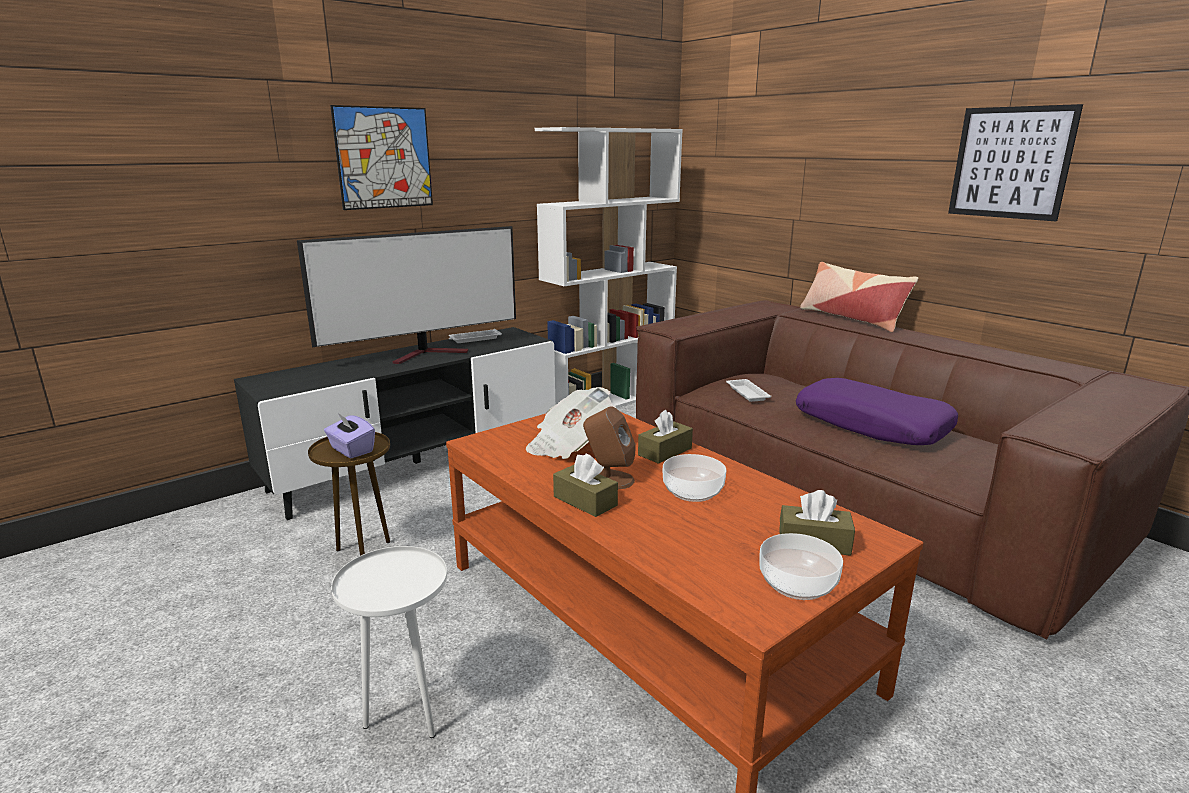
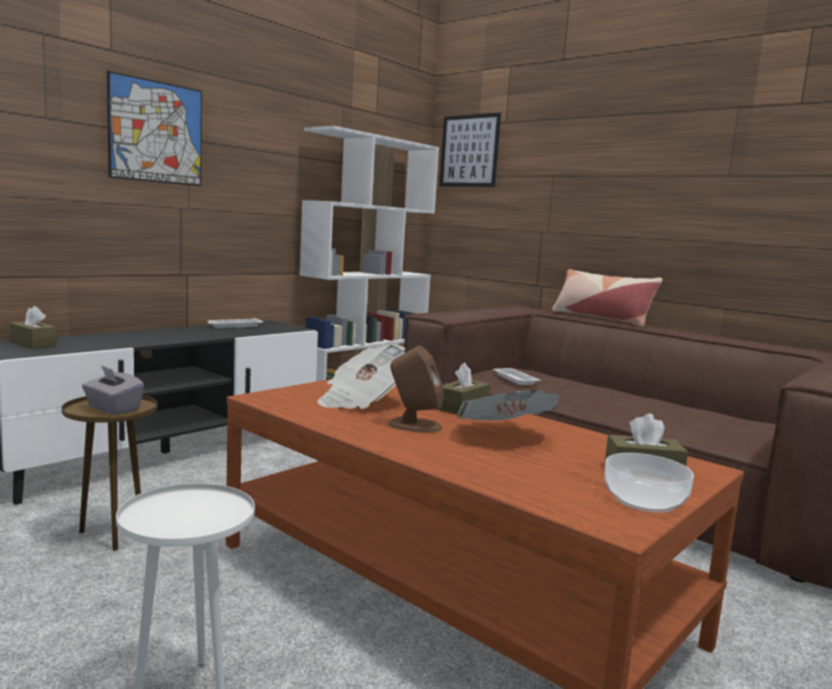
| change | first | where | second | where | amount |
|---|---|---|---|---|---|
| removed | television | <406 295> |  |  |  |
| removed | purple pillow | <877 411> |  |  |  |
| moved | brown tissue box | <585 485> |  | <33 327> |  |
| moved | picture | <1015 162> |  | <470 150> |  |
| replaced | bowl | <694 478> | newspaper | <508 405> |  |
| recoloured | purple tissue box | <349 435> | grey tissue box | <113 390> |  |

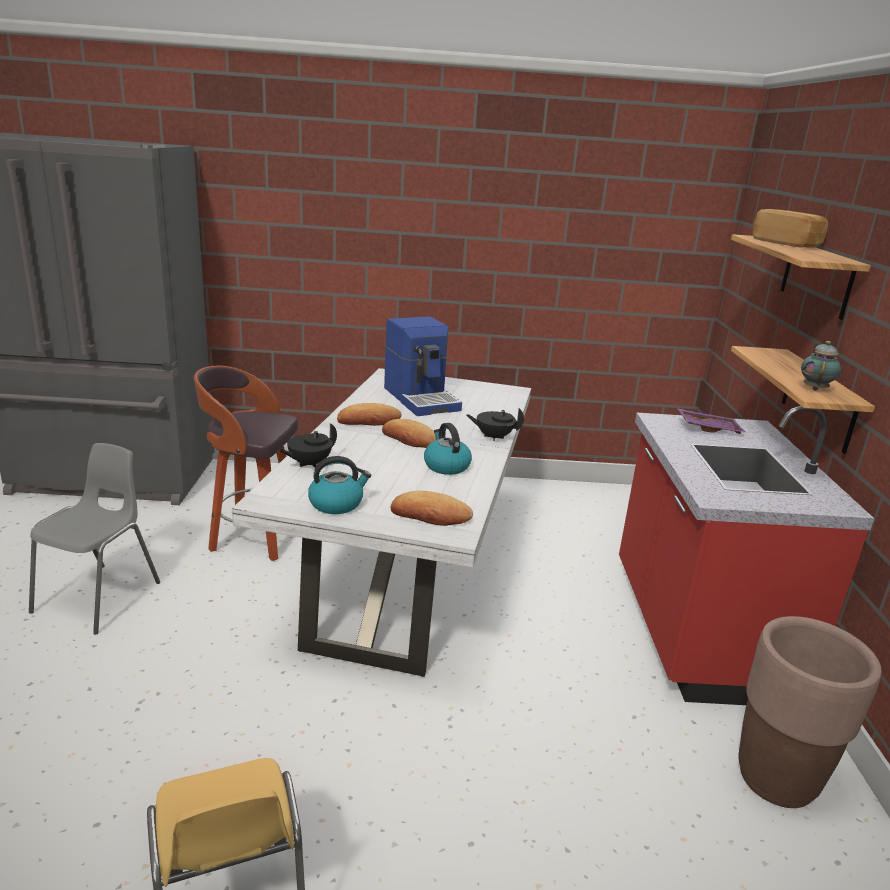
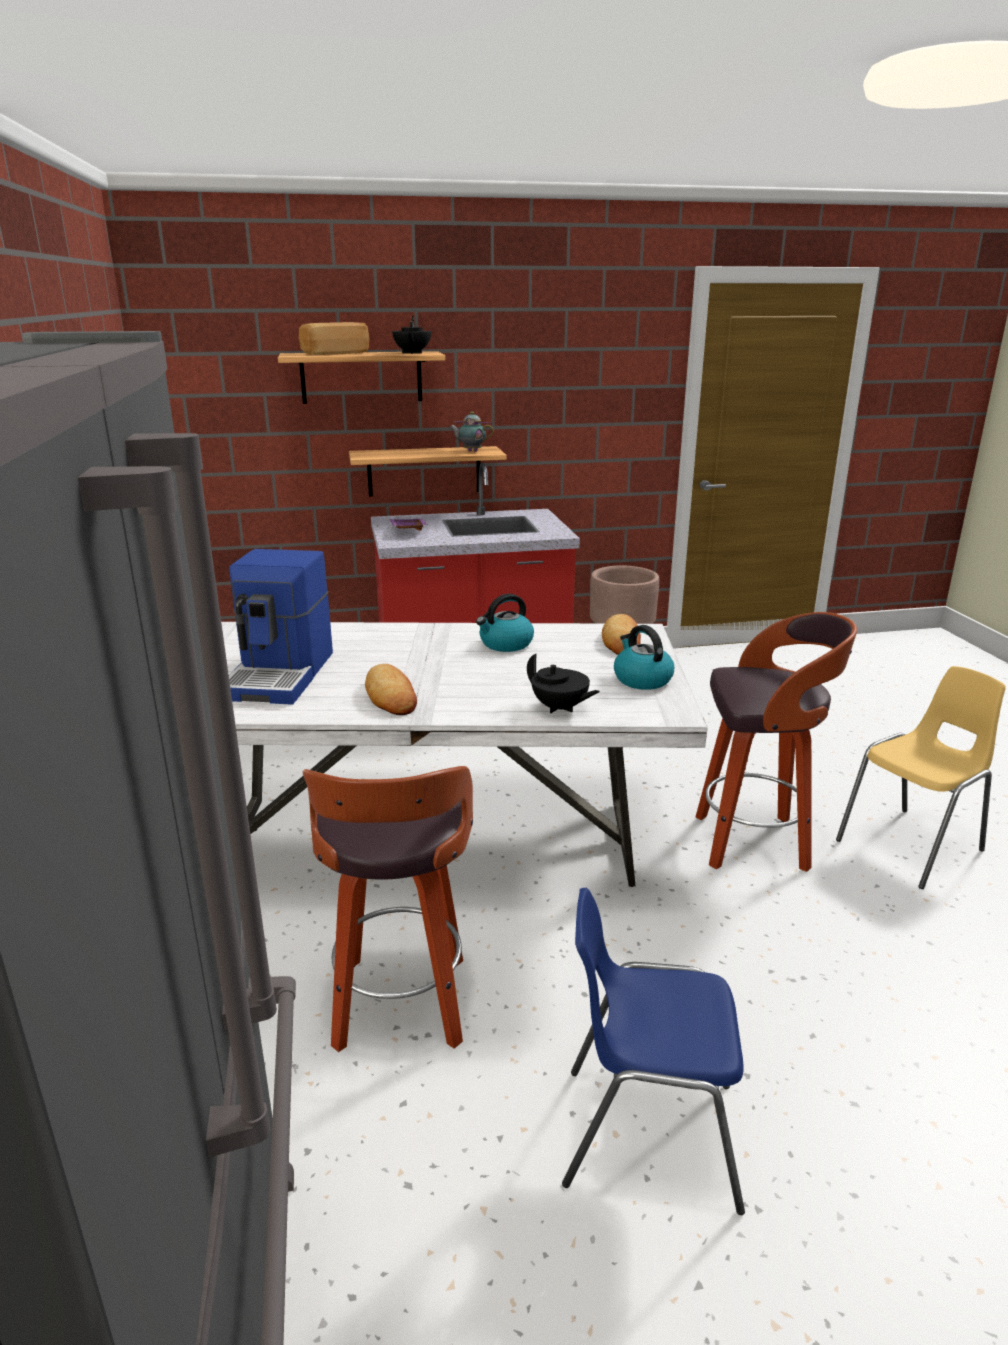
| change | first | where | second | where | amount |
|---|---|---|---|---|---|
| removed | bread | <409 433> |  |  |  |
| added |  |  | stool | <776 742> |  |
| moved | black teapot | <495 424> |  | <411 335> |  |
| recoloured | grey chair | <94 539> | blue chair | <653 1051> |  |
| turned | coffee machine | <423 366> |  | <281 627> | 135 degrees clockwise |

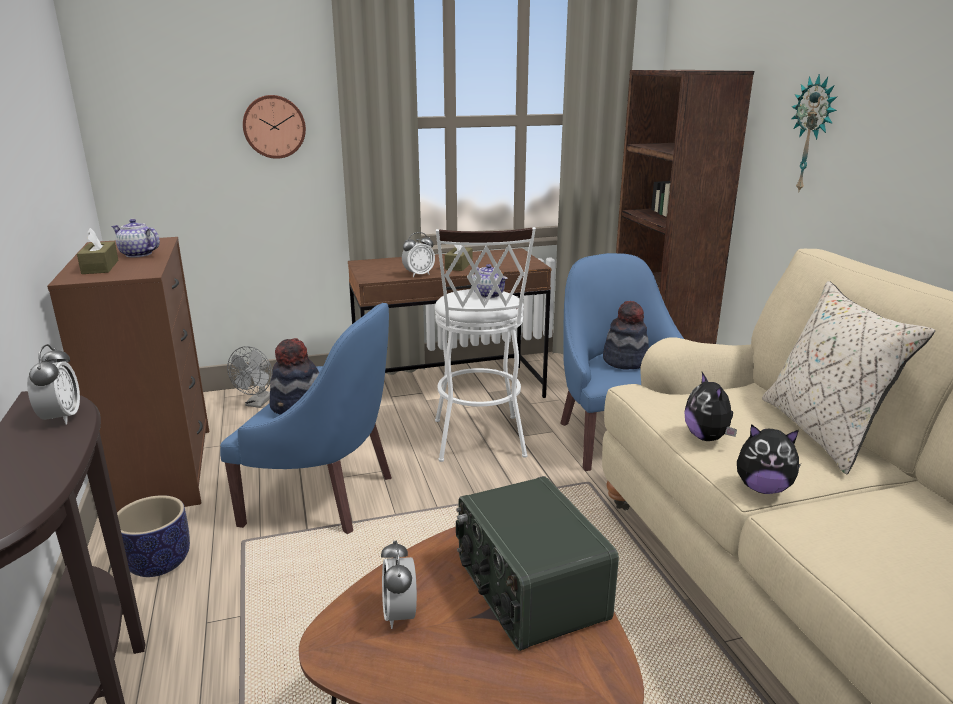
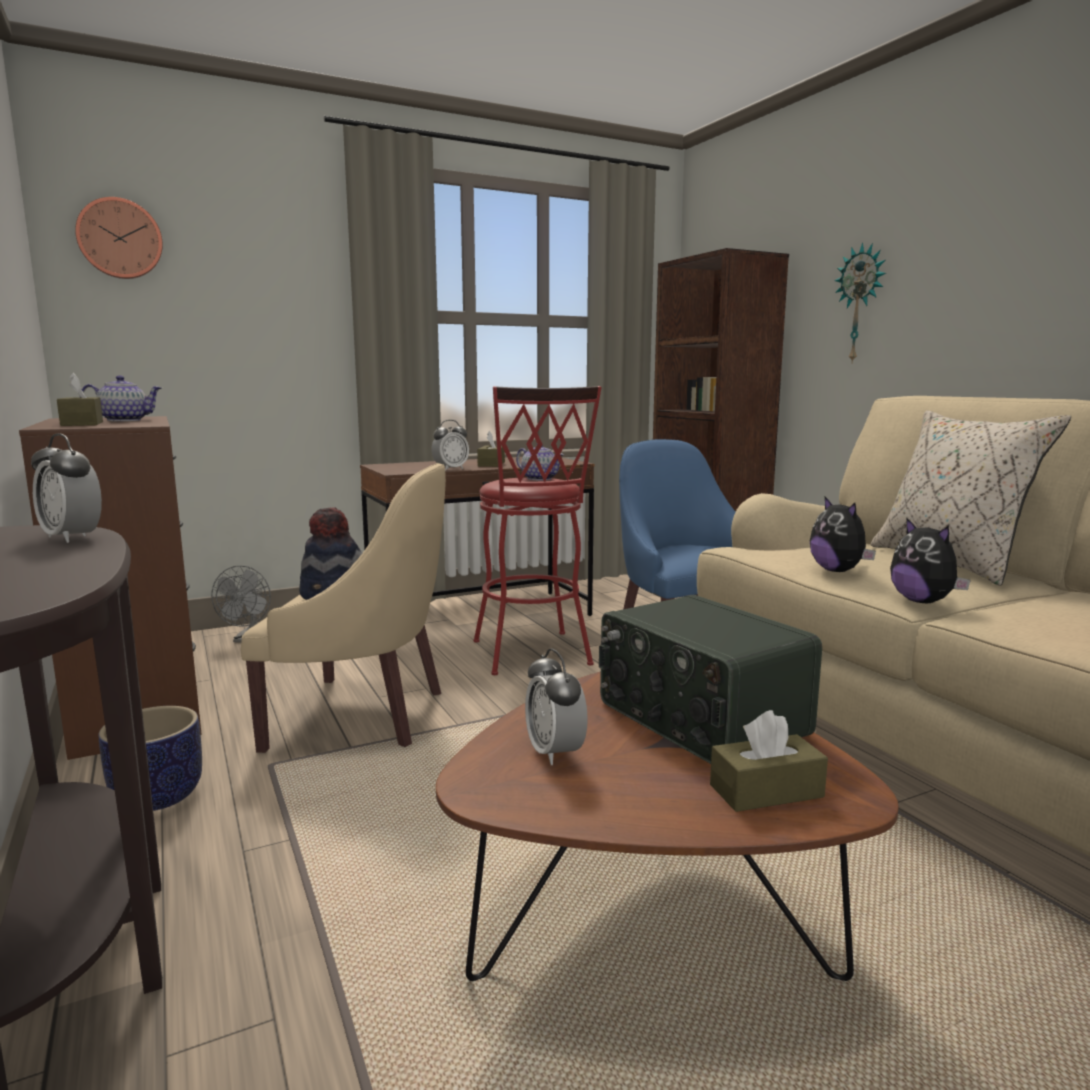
| change | first | where | second | where | amount |
|---|---|---|---|---|---|
| removed | hat | <626 335> |  |  |  |
| added |  |  | brown tissue box | <769 761> |  |
| moved | wall clock | <274 127> |  | <119 238> |  |
| recoloured | blue armchair | <306 418> | beige armchair | <343 608> |  |
| recoloured | white stool | <485 344> | red stool | <537 530> |  |
| turned | alarm clock | <53 384> |  | <66 488> | 150 degrees clockwise |
| turned | teapot | <135 238> |  | <120 398> | 150 degrees clockwise |
| turned | plush toy | <769 459> |  | <930 560> | 60 degrees clockwise |

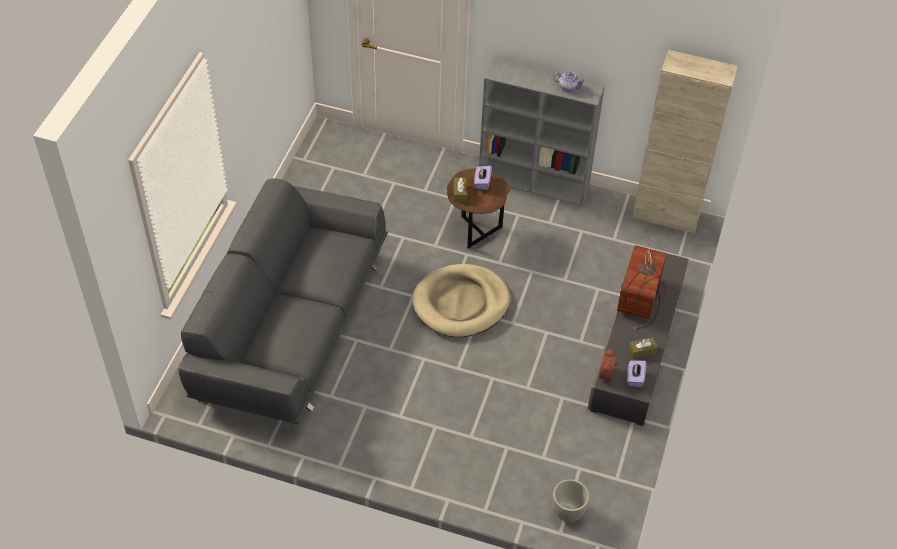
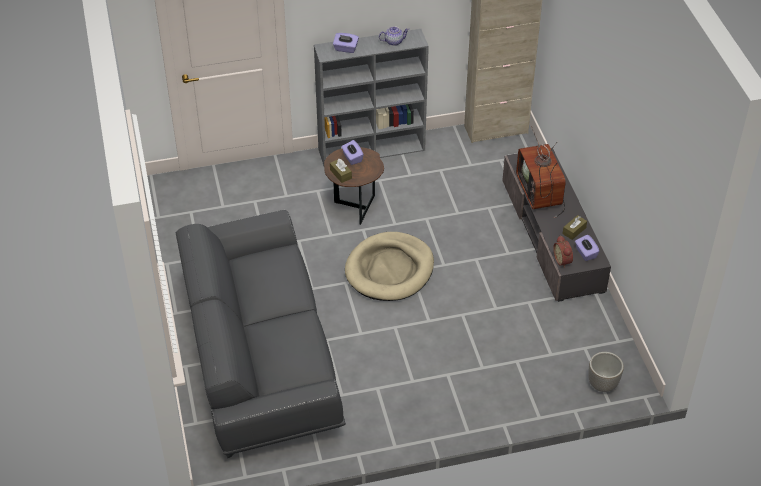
| change | first | where | second | where | amount |
|---|---|---|---|---|---|
| added |  |  | purple tissue box | <346 43> |  |

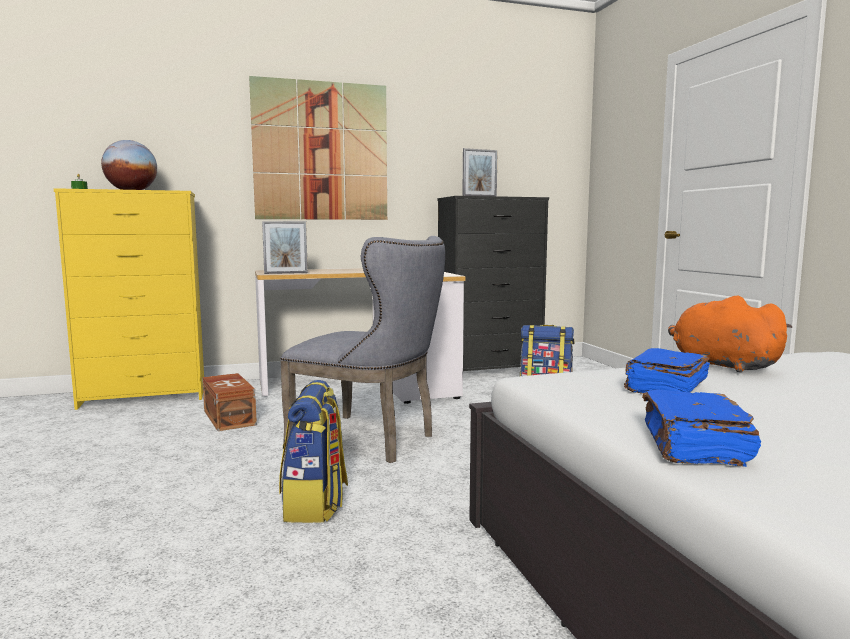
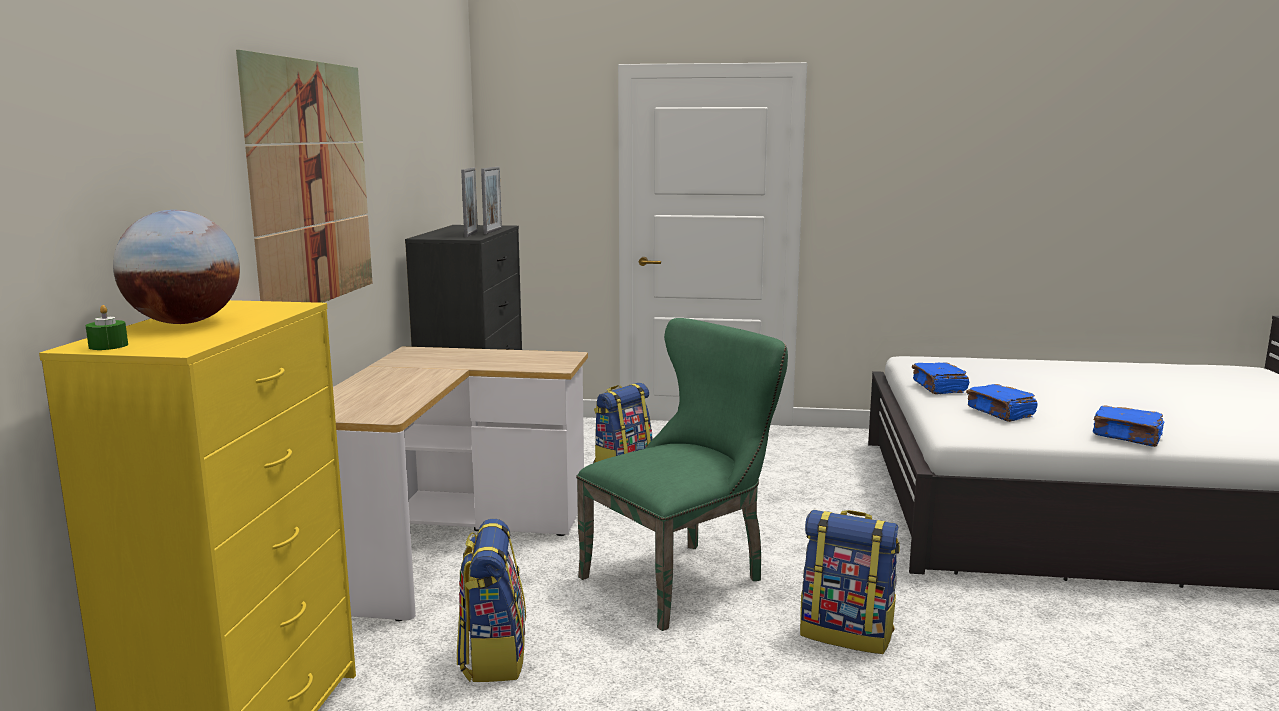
| change | first | where | second | where | amount |
|---|---|---|---|---|---|
| moved | picture frame | <285 247> |  | <491 200> |  |
| replaced | brown storage box | <229 402> | backpack | <491 600> |  |
| replaced | orange plush toy | <730 334> | blue book | <941 378> |  |
| recoloured | grey chair | <362 349> | green chair | <682 474> |  |

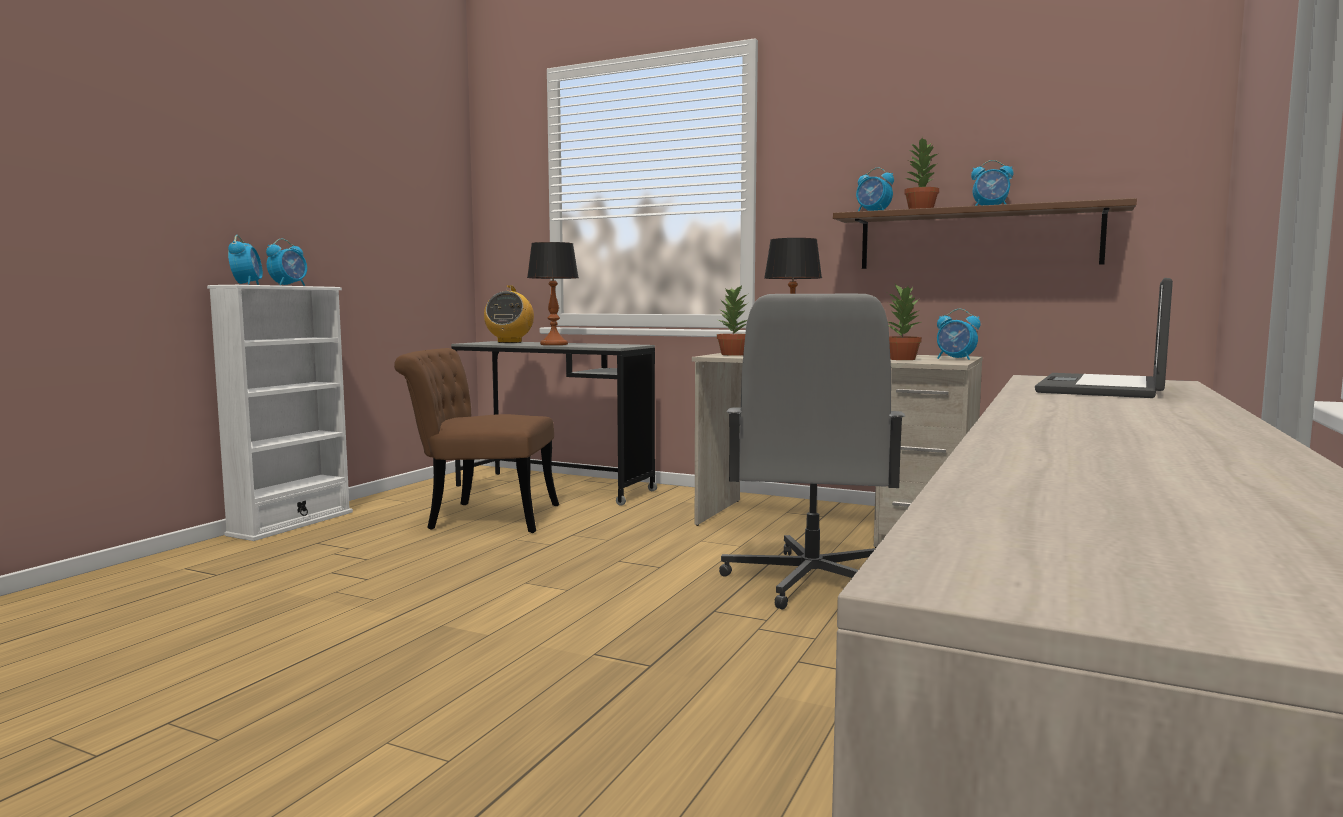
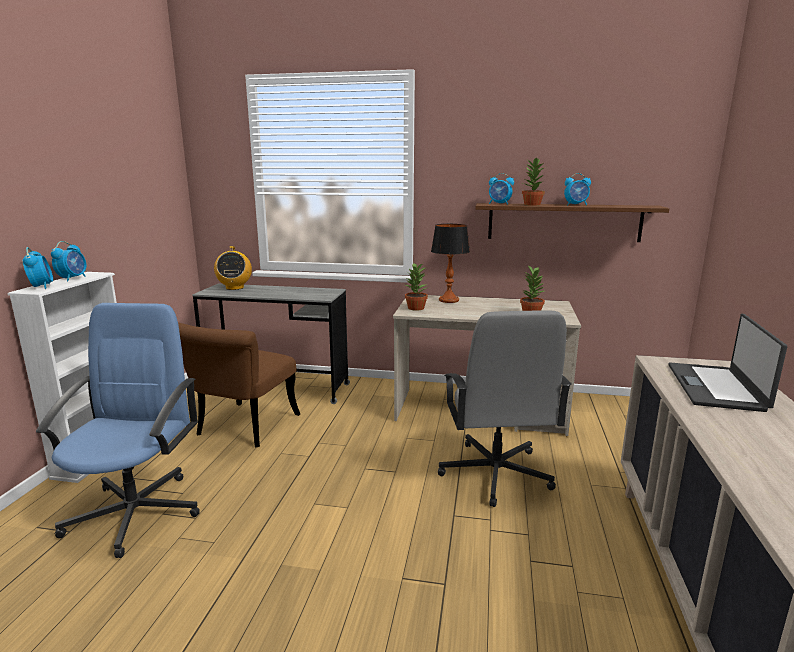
| change | first | where | second | where | amount |
|---|---|---|---|---|---|
| removed | table lamp | <553 293> |  |  |  |
| removed | alarm clock | <959 334> |  |  |  |
| added |  |  | blue office chair | <118 430> |  |
| turned | brown chair | <476 440> |  | <239 385> | 60 degrees counterclockwise |

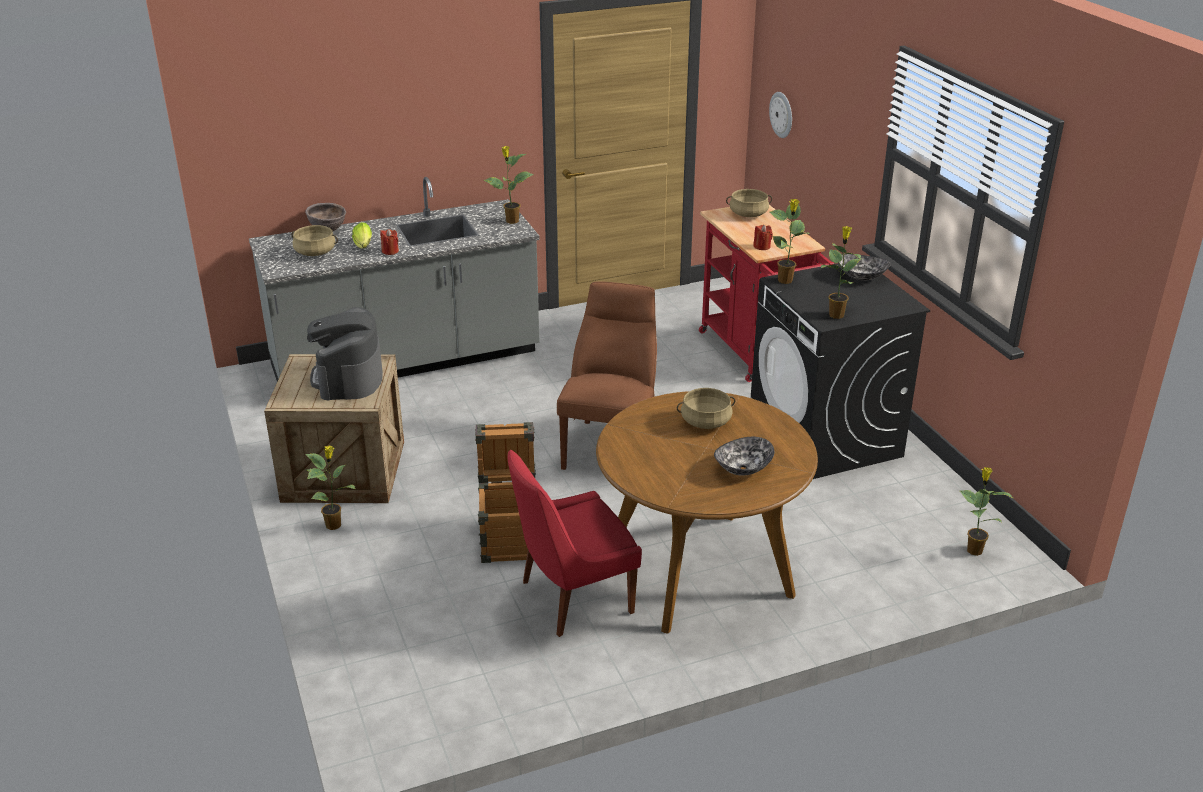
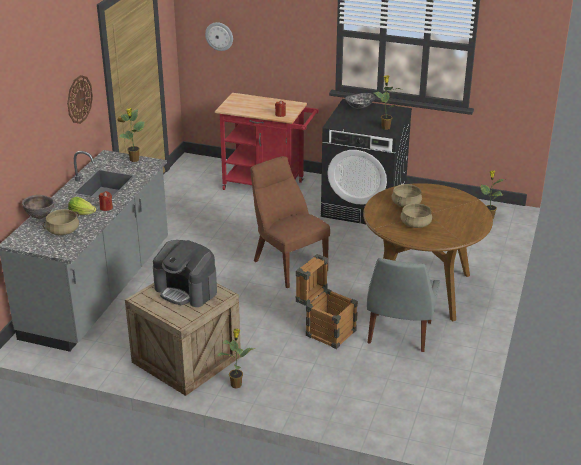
| change | first | where | second | where | amount |
|---|---|---|---|---|---|
| removed | bowl | <744 456> |  |  |  |
| removed | potted plant | <790 241> |  |  |  |
| added |  |  | wall clock | <80 99> |  |
| moved | beige cooking pot | <749 203> |  | <416 215> |  |
| recoloured | red chair | <575 543> | grey chair | <403 305> |  |

